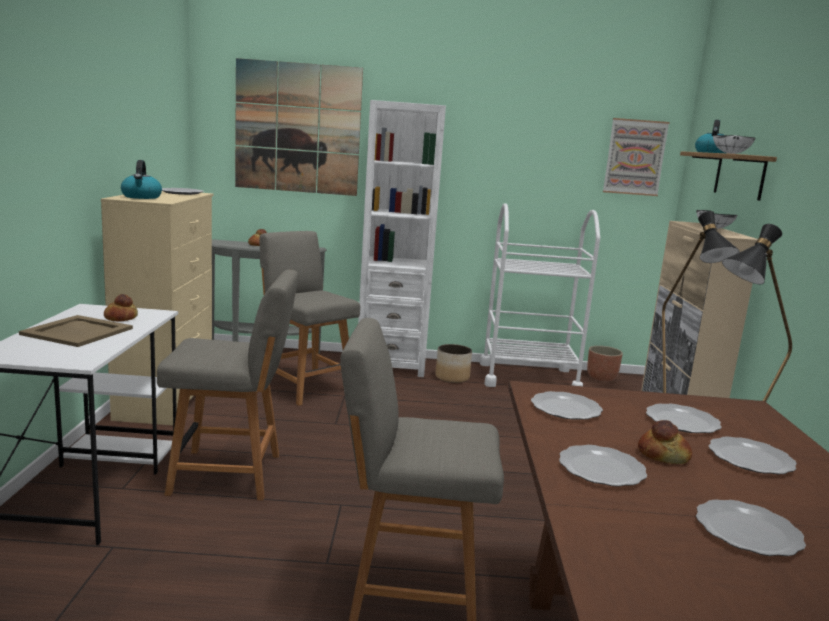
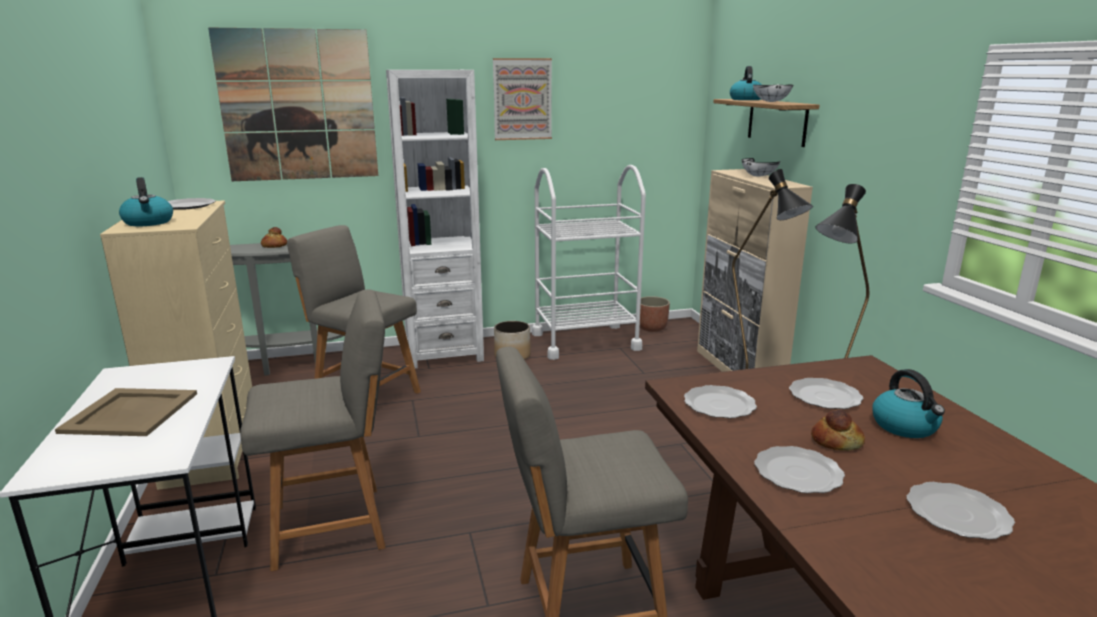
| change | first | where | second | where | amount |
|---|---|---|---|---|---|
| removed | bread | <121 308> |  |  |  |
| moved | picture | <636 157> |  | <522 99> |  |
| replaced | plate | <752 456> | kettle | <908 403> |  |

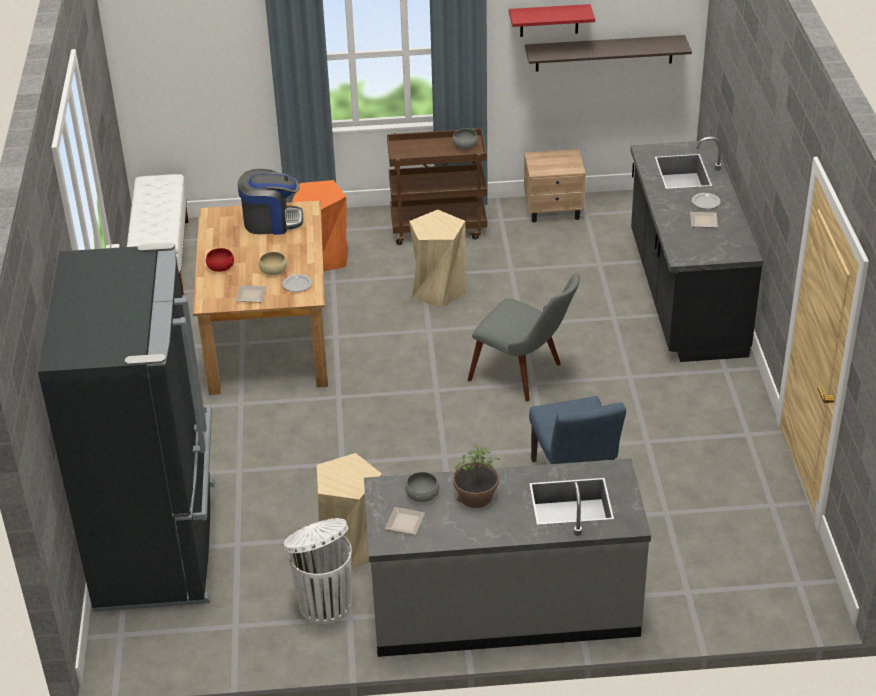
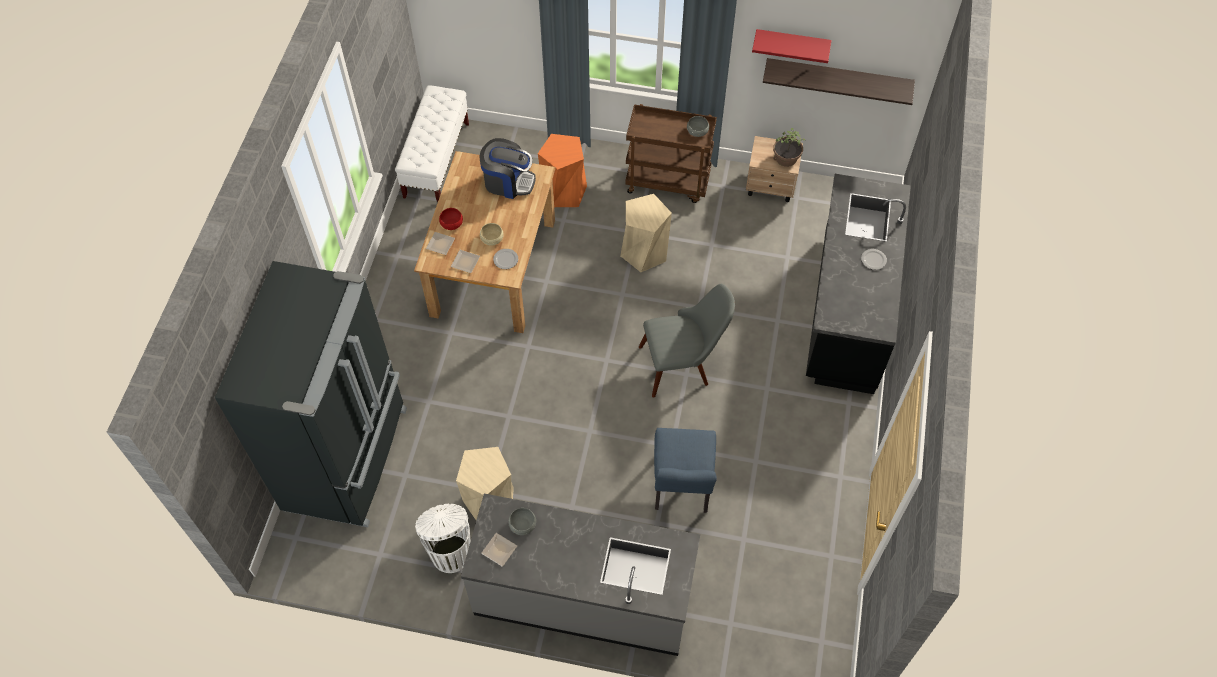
| change | first | where | second | where | amount |
|---|---|---|---|---|---|
| moved | potted plant | <476 476> |  | <789 147> |  |
| moved | plate | <704 219> |  | <440 243> |  |
| turned | grey chair | <523 338> |  | <687 341> | 60 degrees counterclockwise |

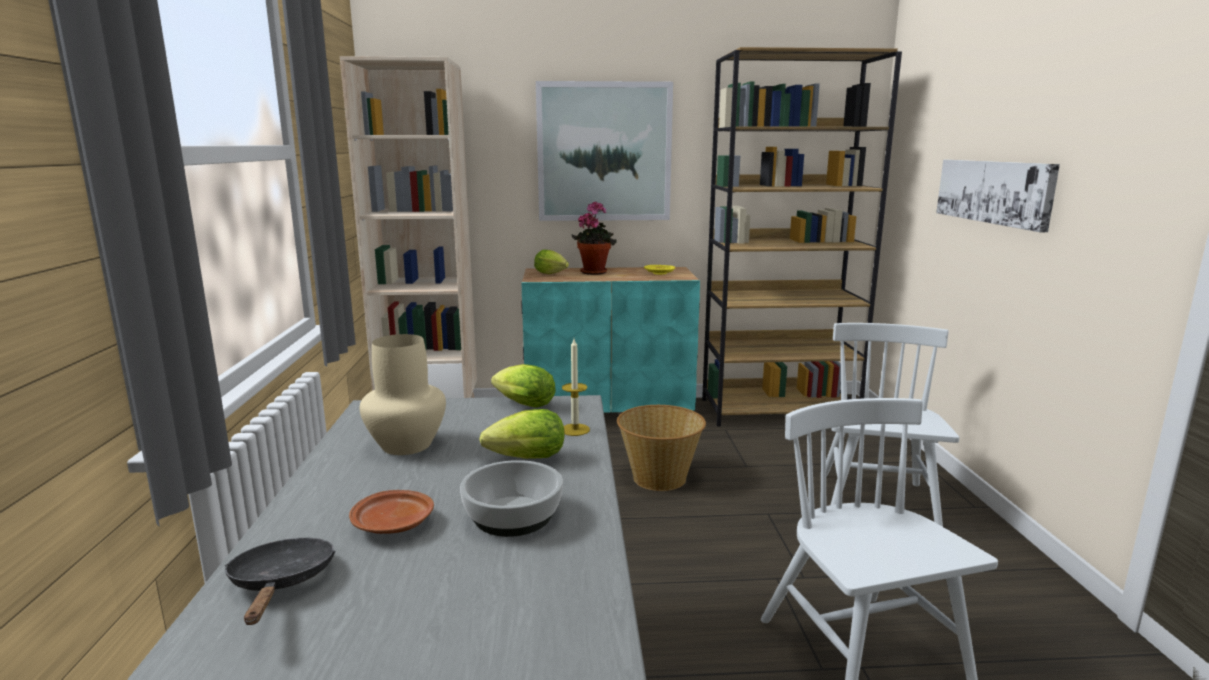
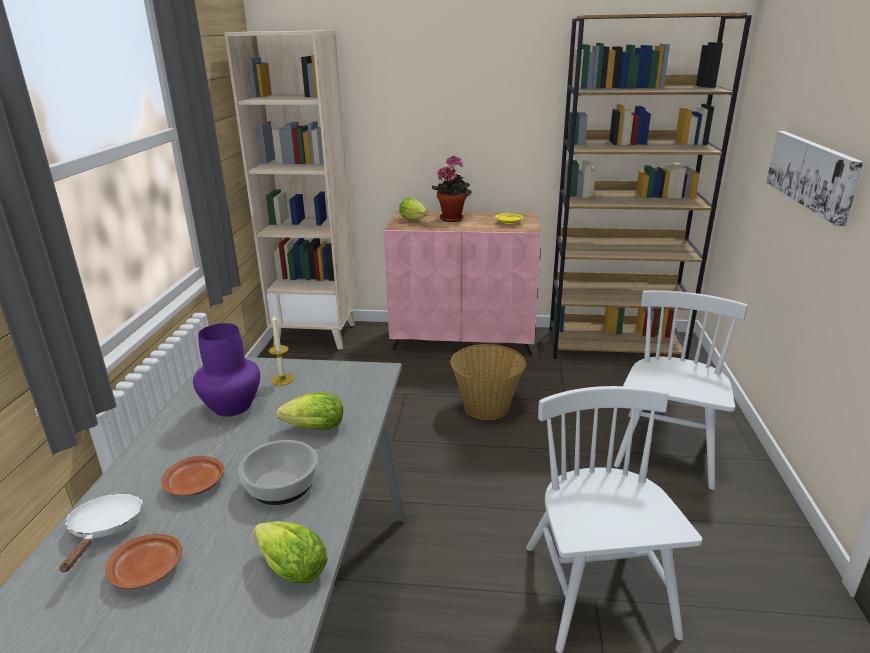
| change | first | where | second | where | amount |
|---|---|---|---|---|---|
| removed | picture | <604 151> |  |  |  |
| added |  |  | brown plate | <143 561> |  |
| moved | lettuce | <523 386> |  | <290 552> |  |
| moved | candle | <576 387> |  | <281 350> |  |
| recoloured | black frying pan | <280 581> | white frying pan | <101 532> |  |
| recoloured | beige vase | <402 394> | purple vase | <226 370> |  |
| recoloured | turquoise cabinet | <610 340> | pink cabinet | <462 283> |  |

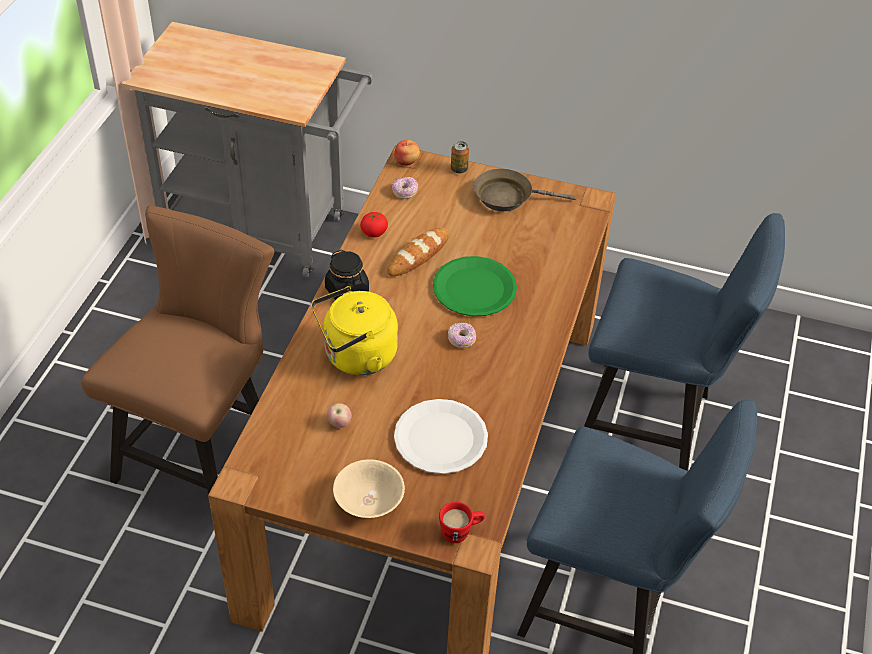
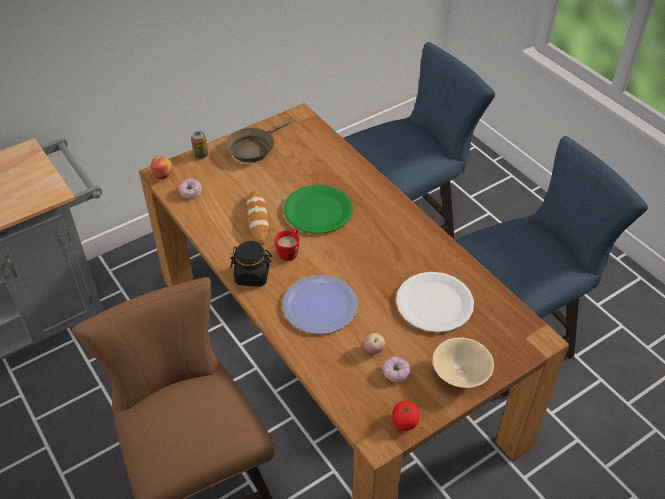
| change | first | where | second | where | amount |
|---|---|---|---|---|---|
| moved | tomato | <374 224> |  | <405 416> |  |
| moved | red mug | <462 522> |  | <287 245> |  |
| moved | donut | <462 335> |  | <397 369> |  |
| replaced | yellow kettle | <354 330> | plate | <320 304> |  |

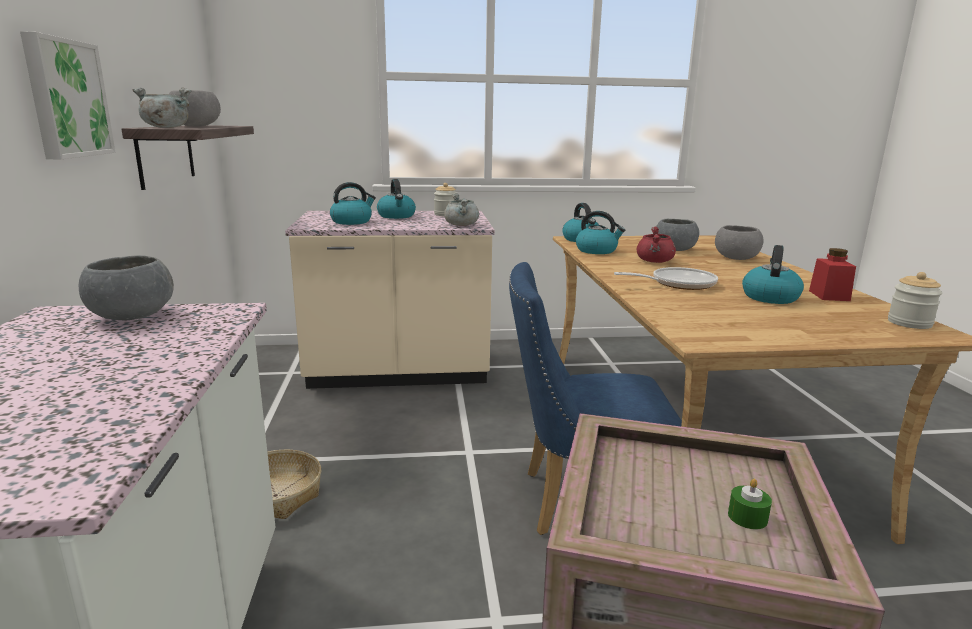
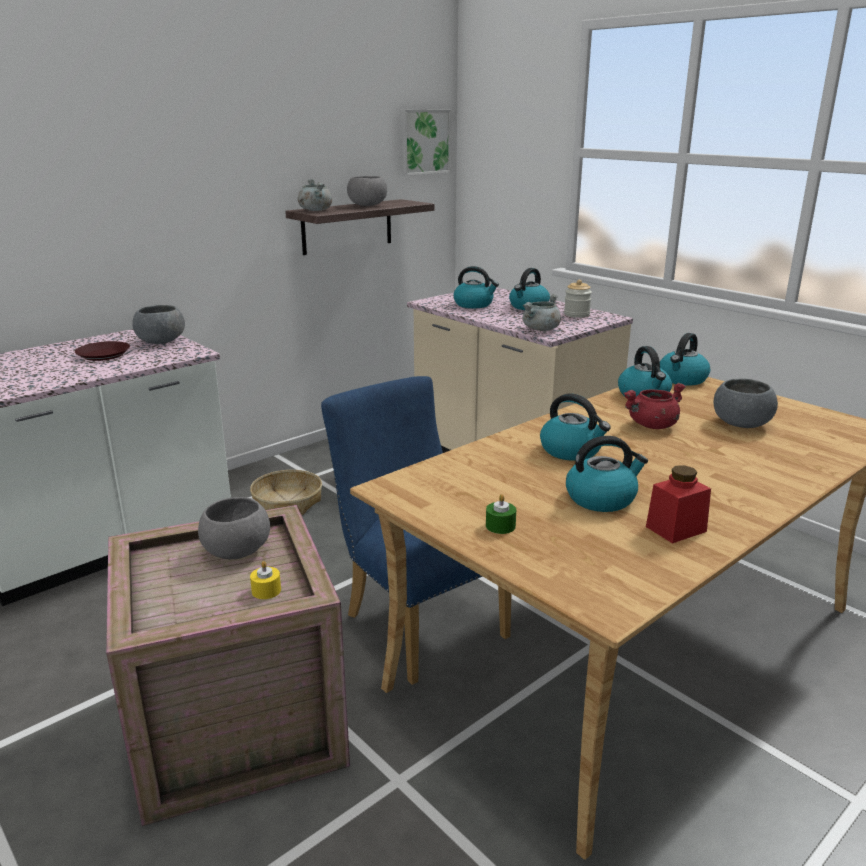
| change | first | where | second | where | amount |
|---|---|---|---|---|---|
| removed | jar | <915 300> |  |  |  |
| added |  |  | brown plate | <102 351> |  |
| added |  |  | yellow candle | <265 580> |  |
| moved | picture | <68 95> |  | <425 142> |  |
| moved | grey bowl | <739 242> |  | <234 528> |  |
| moved | green candle | <750 504> |  | <501 514> |  |
| replaced | frying pan | <666 278> | kettle | <575 427> |  |

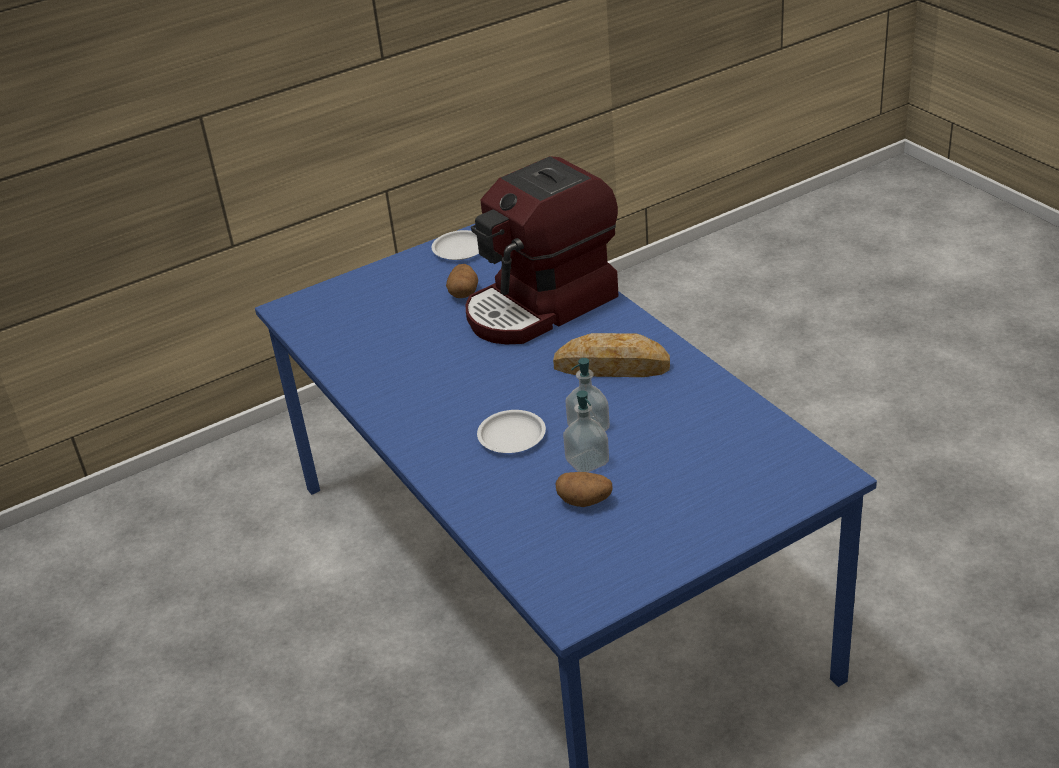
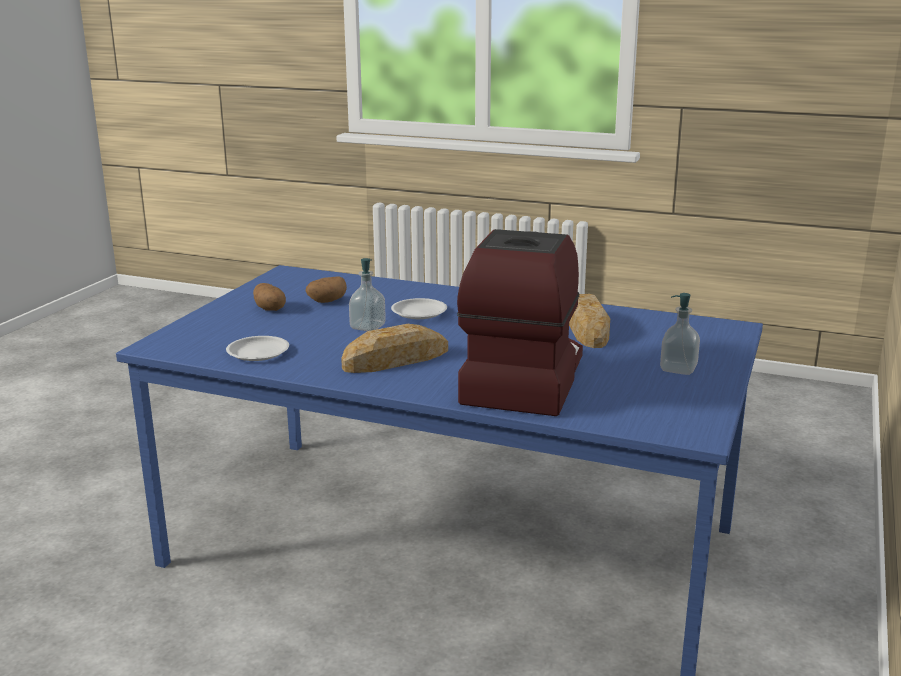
| change | first | where | second | where | amount |
|---|---|---|---|---|---|
| added |  |  | bread | <589 321> |  |
| moved | white plate | <455 245> |  | <257 348> |  |
| moved | potato | <462 281> |  | <269 297> |  |
| moved | soap dispenser | <586 431> |  | <680 334> |  |

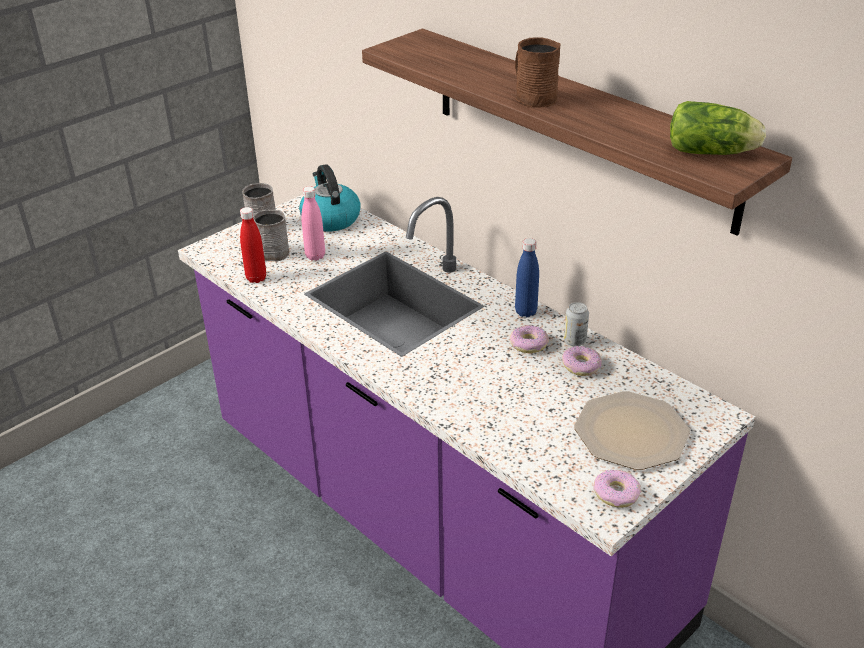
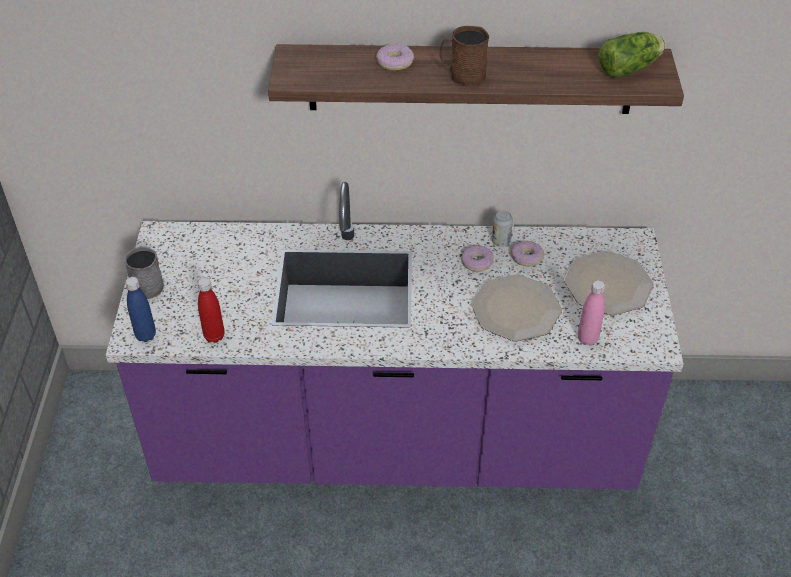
| change | first | where | second | where | amount |
|---|---|---|---|---|---|
| removed | grey mug | <271 235> |  |  |  |
| removed | kettle | <330 198> |  |  |  |
| added |  |  | plate | <516 307> |  |
| moved | pink bottle | <313 223> |  | <591 313> |  |
| moved | blue bottle | <527 277> |  | <140 309> |  |
| moved | donut | <617 488> |  | <395 57> |  |

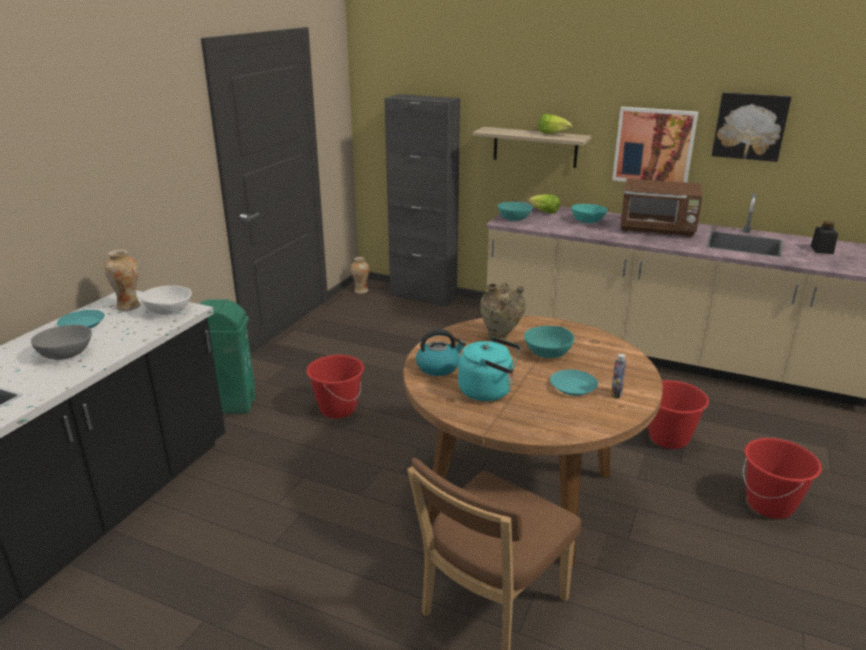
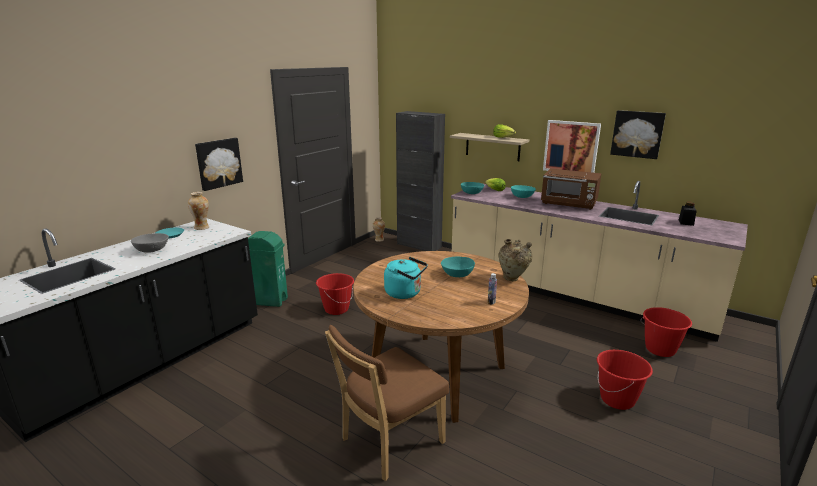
| change | first | where | second | where | amount |
|---|---|---|---|---|---|
| removed | white bowl | <166 300> |  |  |  |
| removed | kettle | <441 352> |  |  |  |
| removed | turquoise plate | <574 383> |  |  |  |
| added |  |  | picture | <219 164> |  |
| moved | beige vase | <503 311> |  | <515 260> |  |
| moved | red bucket | <678 414> |  | <666 332> |  |

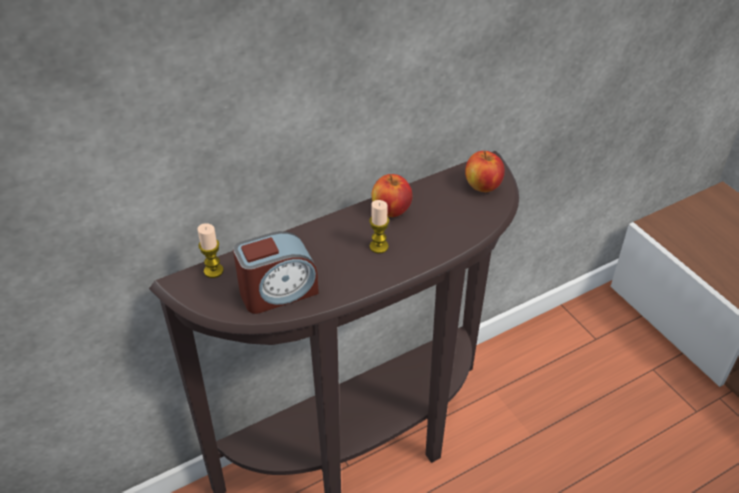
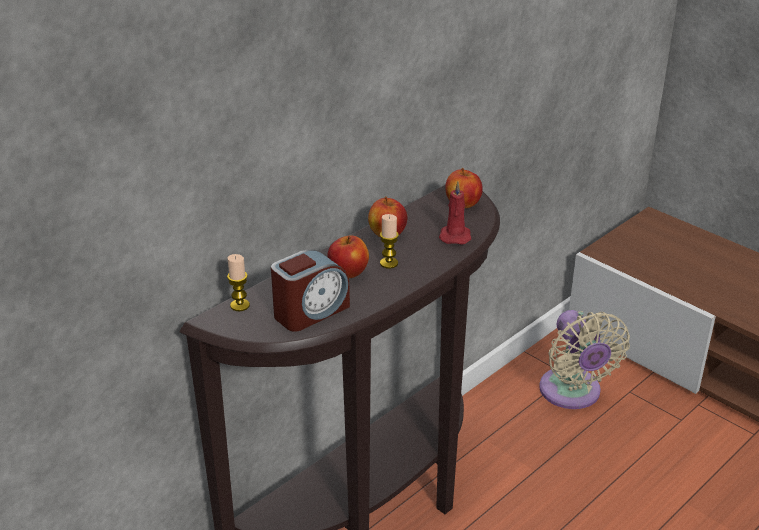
| change | first | where | second | where | amount |
|---|---|---|---|---|---|
| added |  |  | apple | <348 256> |  |
| added |  |  | red candle | <455 213> |  |
| added |  |  | beige fan | <584 359> |  |

